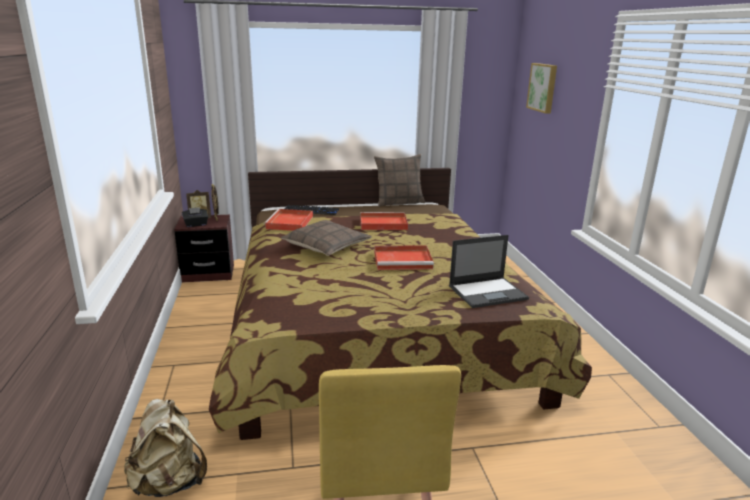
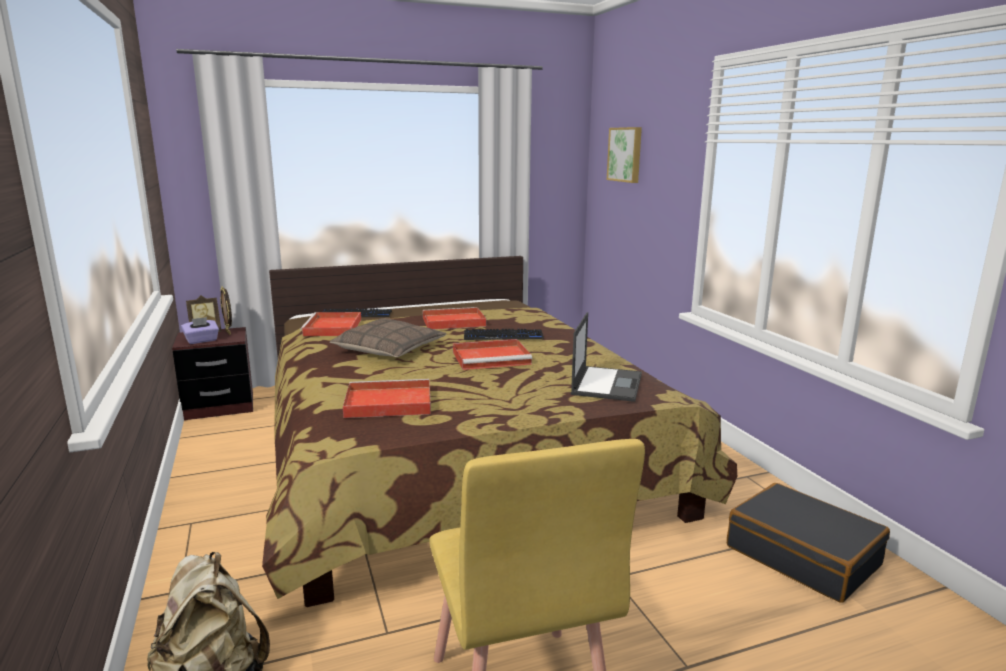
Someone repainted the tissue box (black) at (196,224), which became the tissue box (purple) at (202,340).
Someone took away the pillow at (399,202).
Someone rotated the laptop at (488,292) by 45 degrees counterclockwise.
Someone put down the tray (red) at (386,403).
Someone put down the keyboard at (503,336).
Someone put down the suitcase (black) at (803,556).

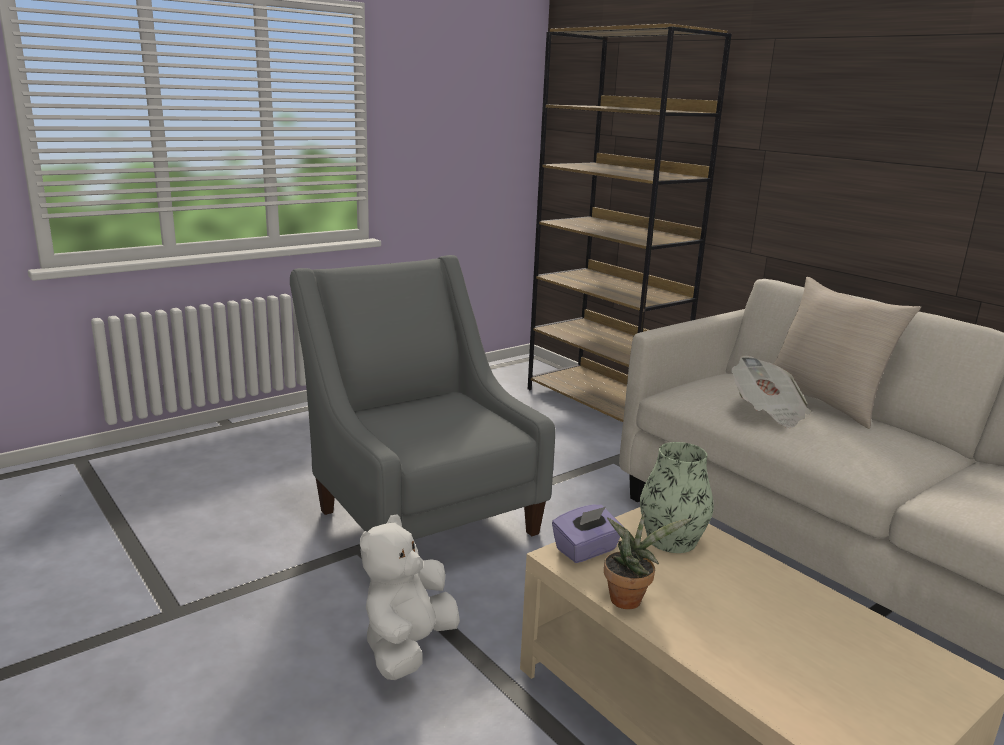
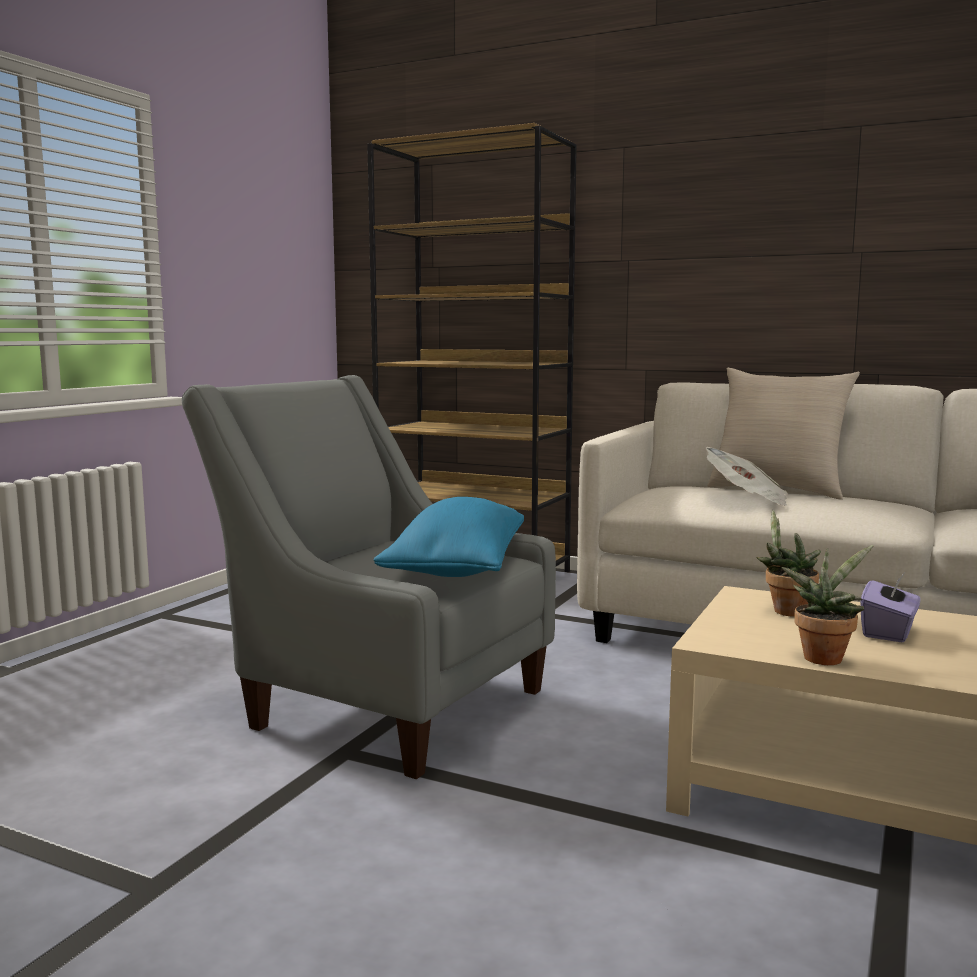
Someone took away the plush toy (white) at (408,647).
Someone carried the tissue box (purple) from (586,550) to (888,632).
Someone swapped the vase at (671,539) for the potted plant at (785,610).
Someone put down the pillow (blue) at (457,569).

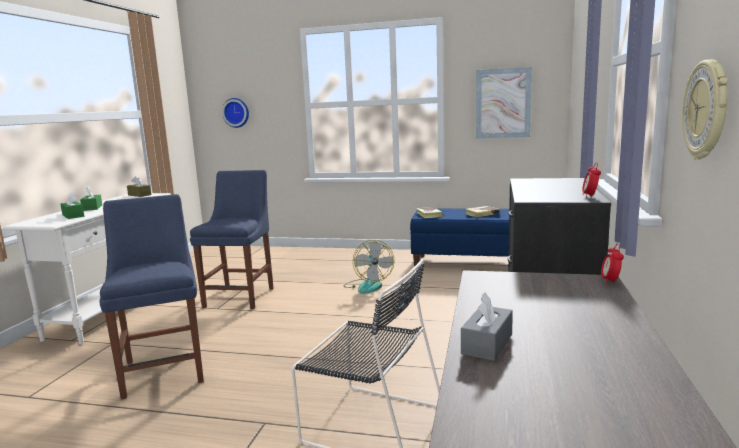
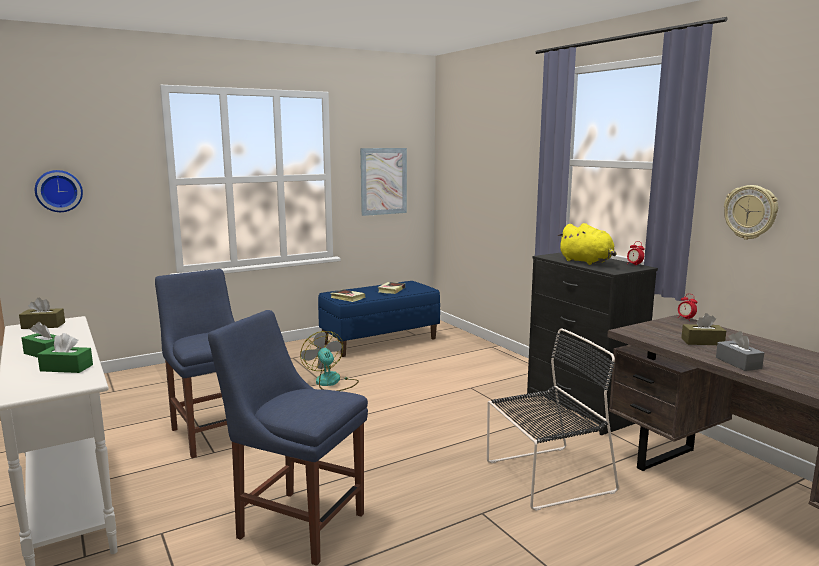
Someone rotated the fan at (368,286) by 150 degrees counterclockwise.
Someone put down the plush toy (yellow) at (587,262).
Someone put down the tissue box (brown) at (702,342).

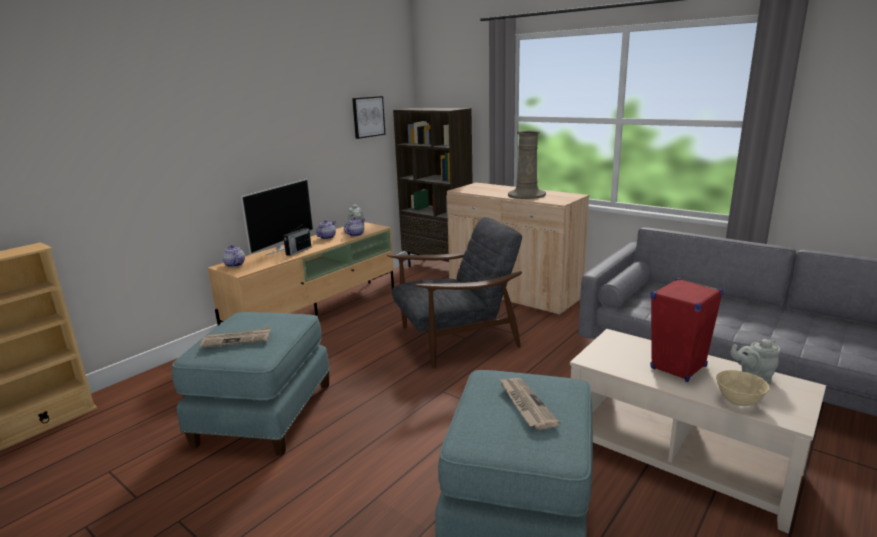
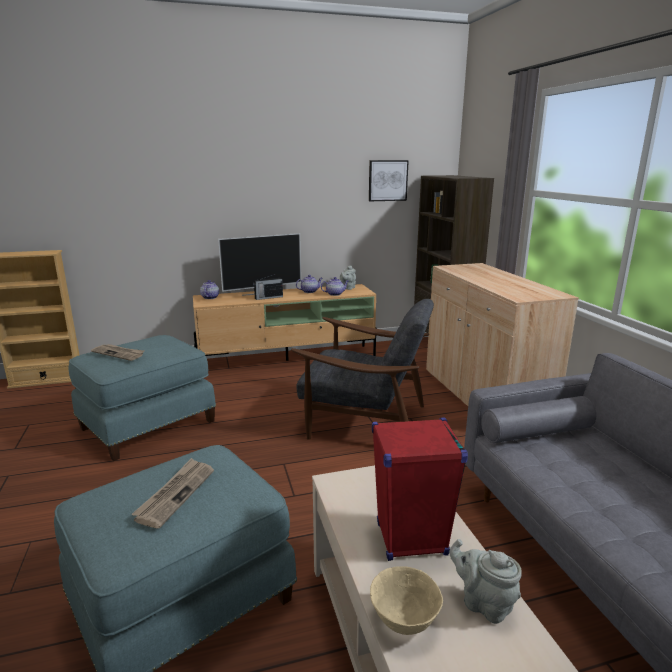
Someone took away the vase (beige) at (526,195).

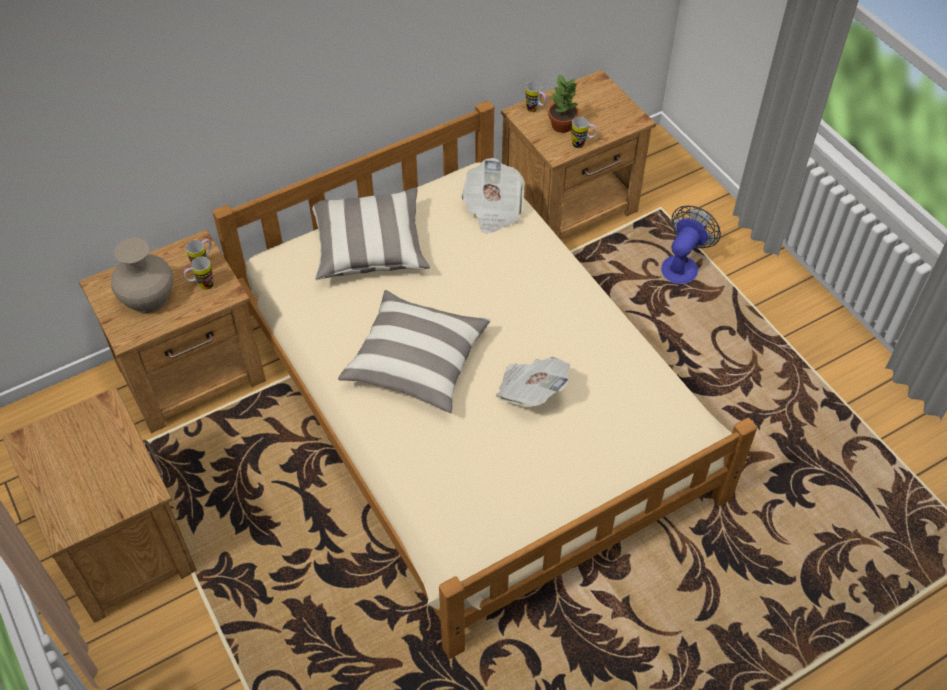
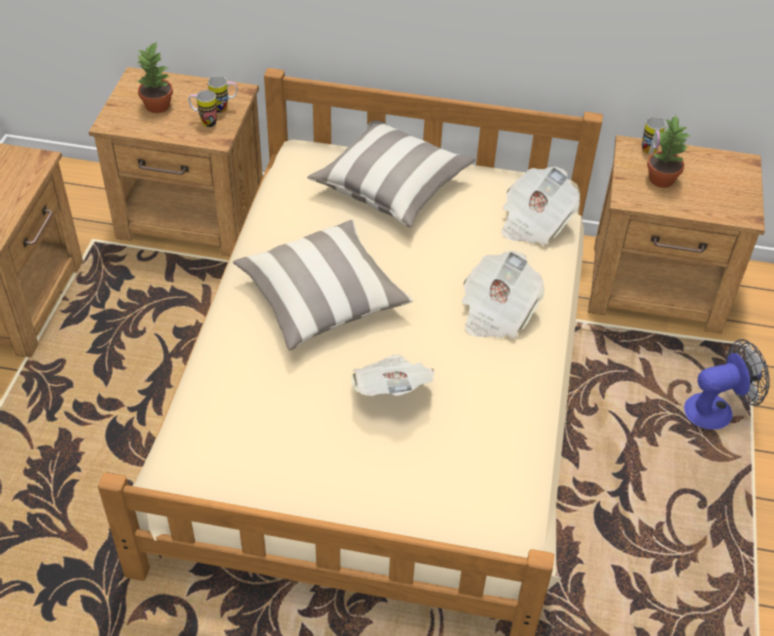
Someone swapped the vase (beige) at (148,297) for the potted plant at (158,106).
Someone took away the mug at (582,144).
Someone put down the newspaper at (496,312).

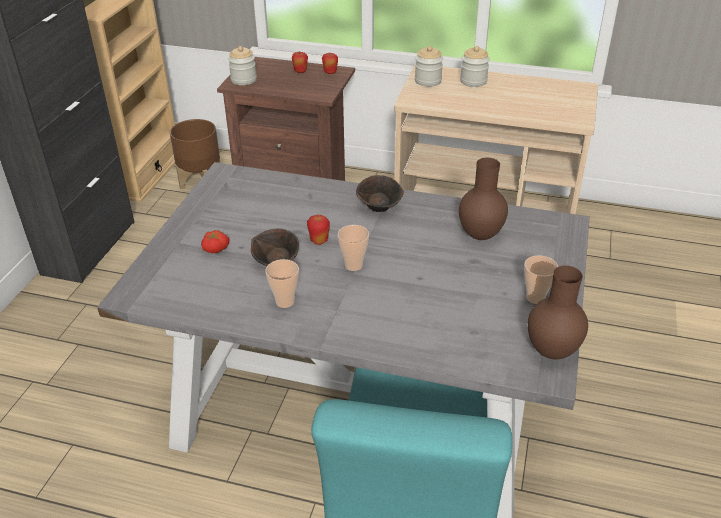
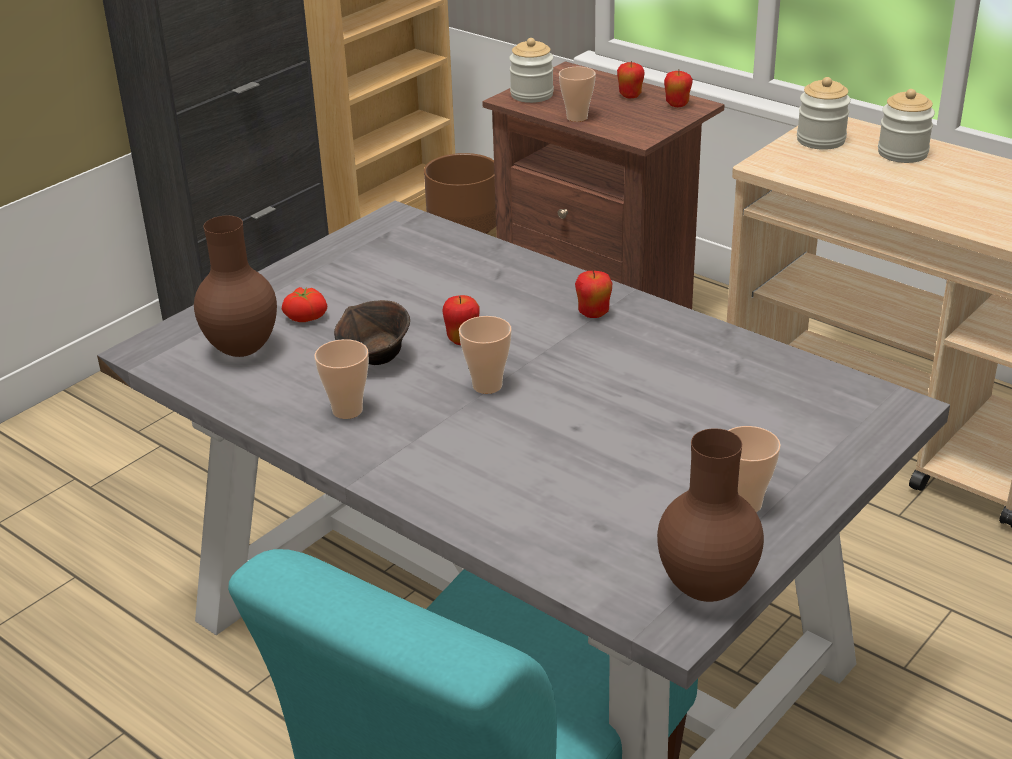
Someone swapped the bowl (brown) at (380,208) for the apple at (593,314).
Someone carried the vase (brown) from (481,235) to (244,350).
Someone put down the cup at (577,117).

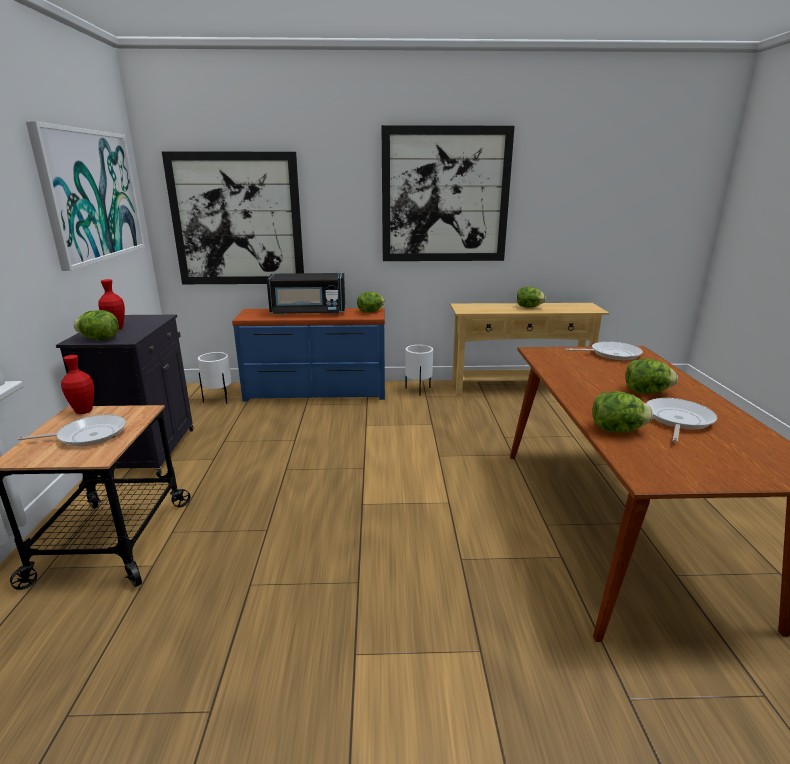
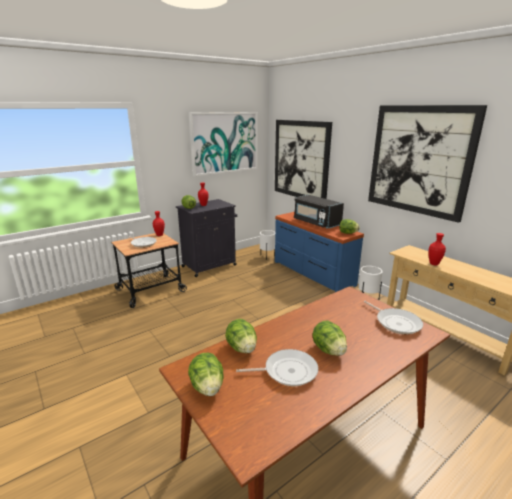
Someone carried the lettuce from (529,307) to (207,387).
Someone put down the vase (red) at (434,264).

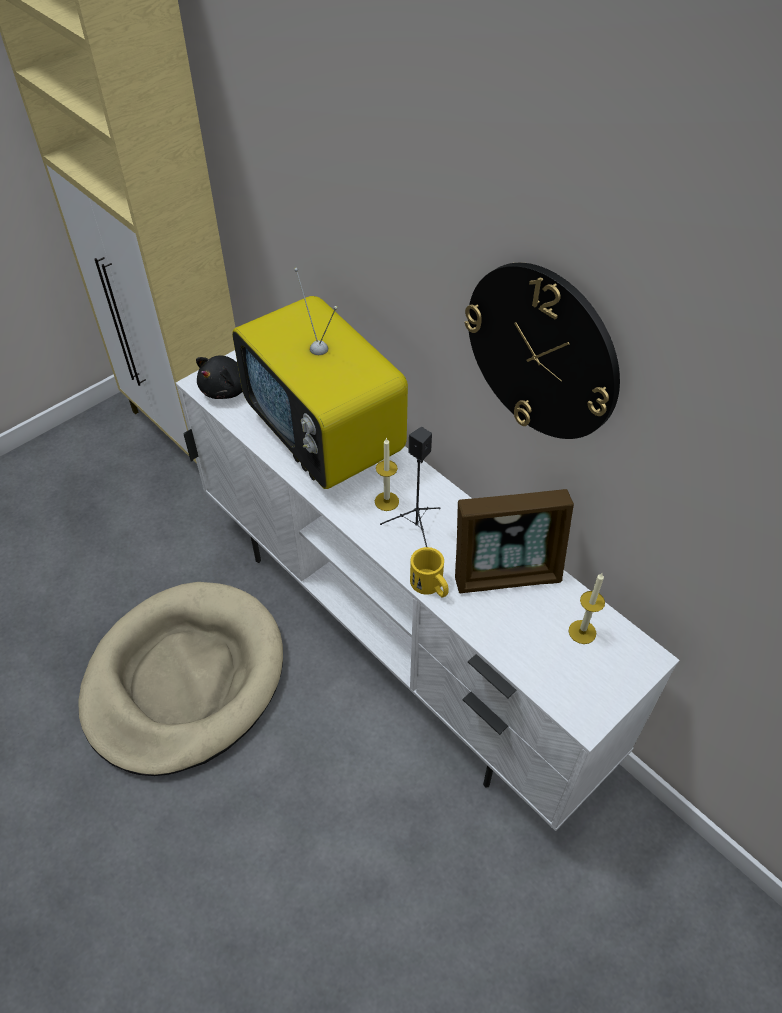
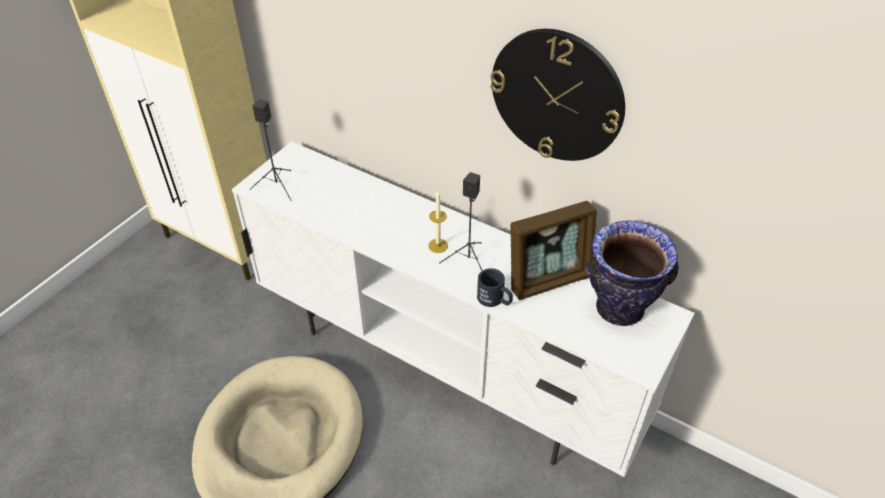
Someone swapped the plush toy (black) at (227,389) for the speaker (black) at (277,186).
Someone took away the television at (326,440).
Someone repainted the mug (yellow) at (430,586), which became the mug (black) at (495,300).
Someone swapped the candle at (582,632) for the vase at (619,308).

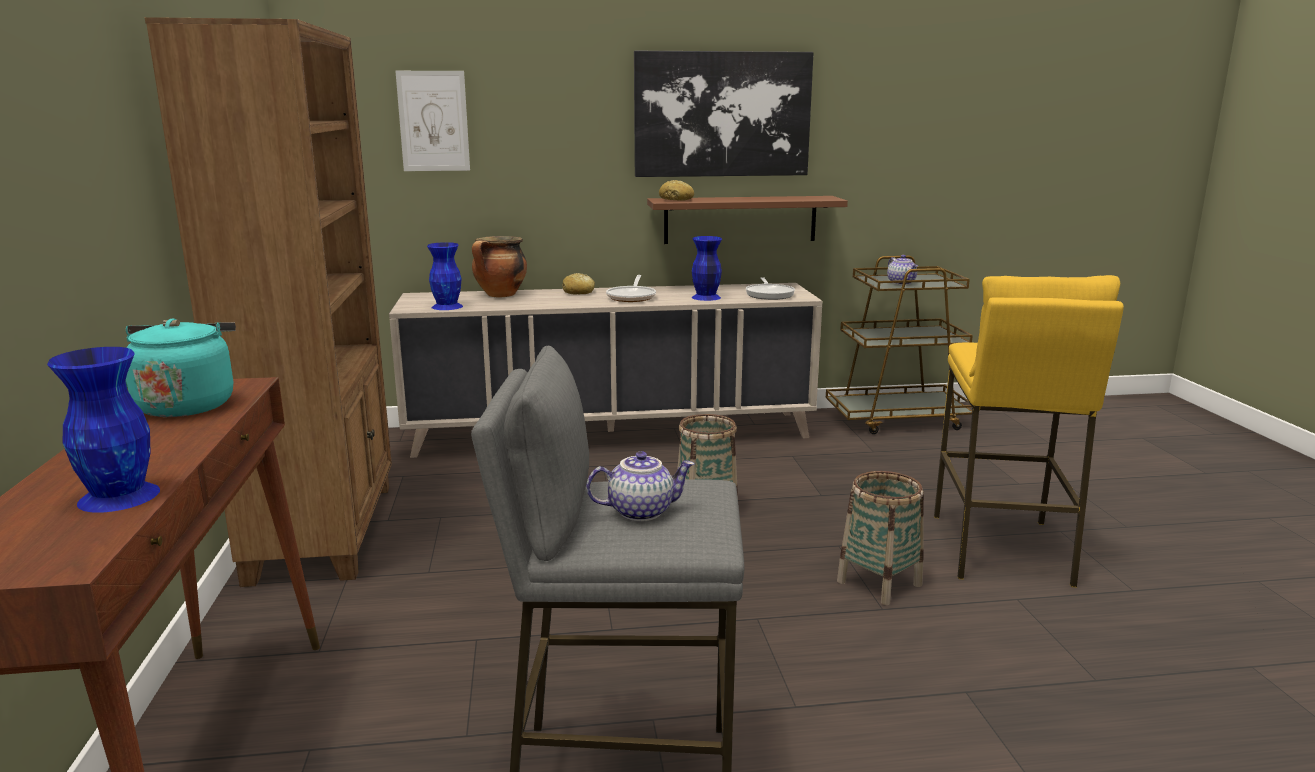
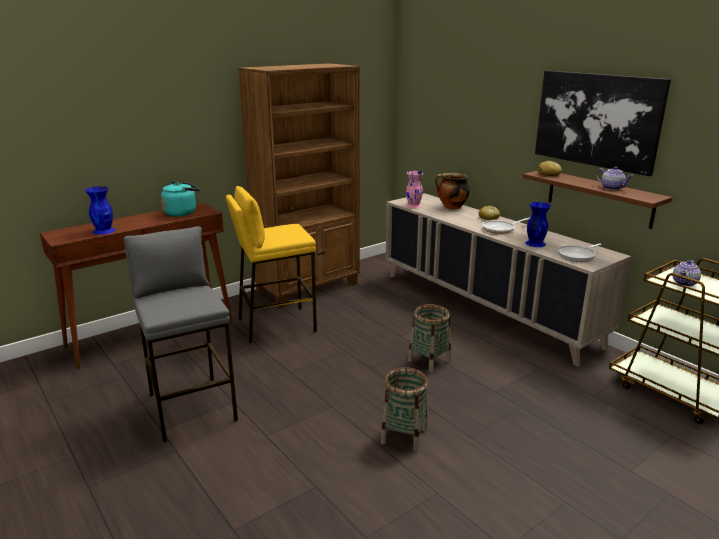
Someone took away the picture at (433,121).
Someone repainted the vase (blue) at (447,306), which became the vase (pink) at (414,205).
Someone carried the teapot from (641,511) to (612,188).
Someone carried the stool (yellow) from (1000,549) to (276,325).

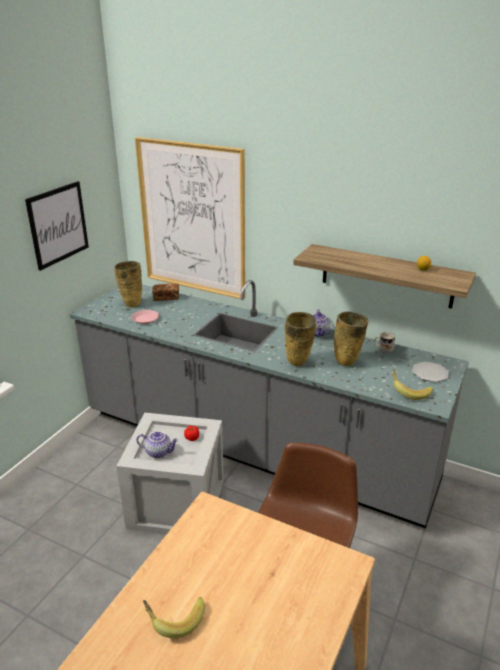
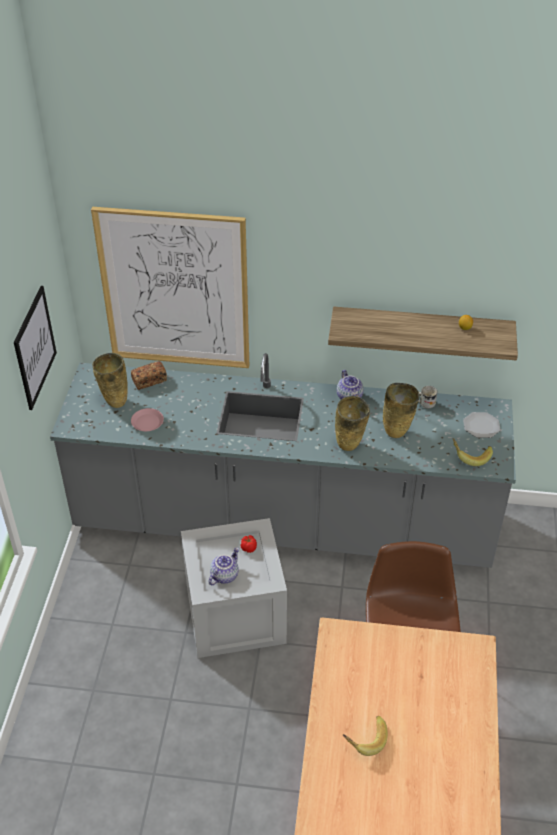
Someone rotated the teapot at (159,452) by 45 degrees counterclockwise.

